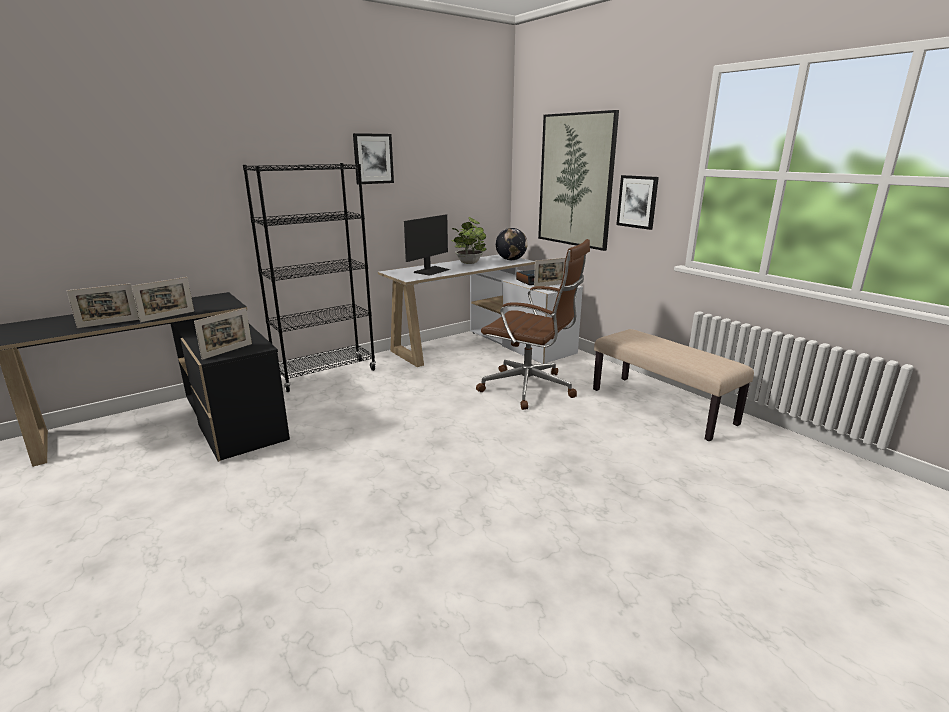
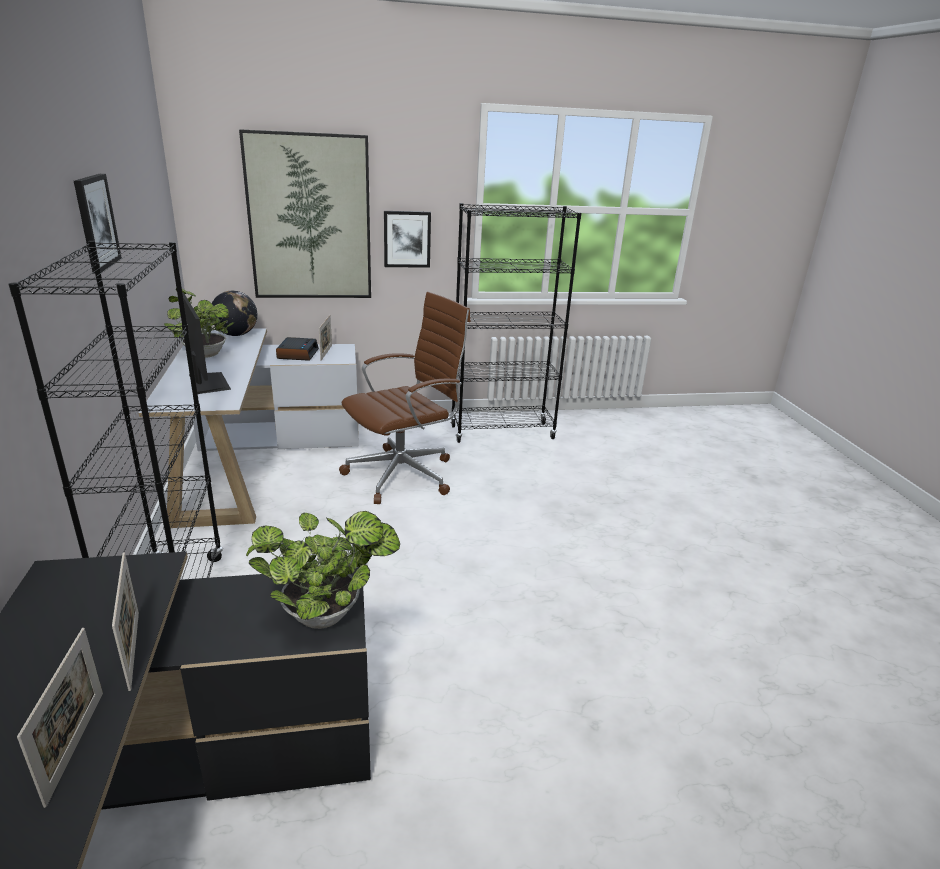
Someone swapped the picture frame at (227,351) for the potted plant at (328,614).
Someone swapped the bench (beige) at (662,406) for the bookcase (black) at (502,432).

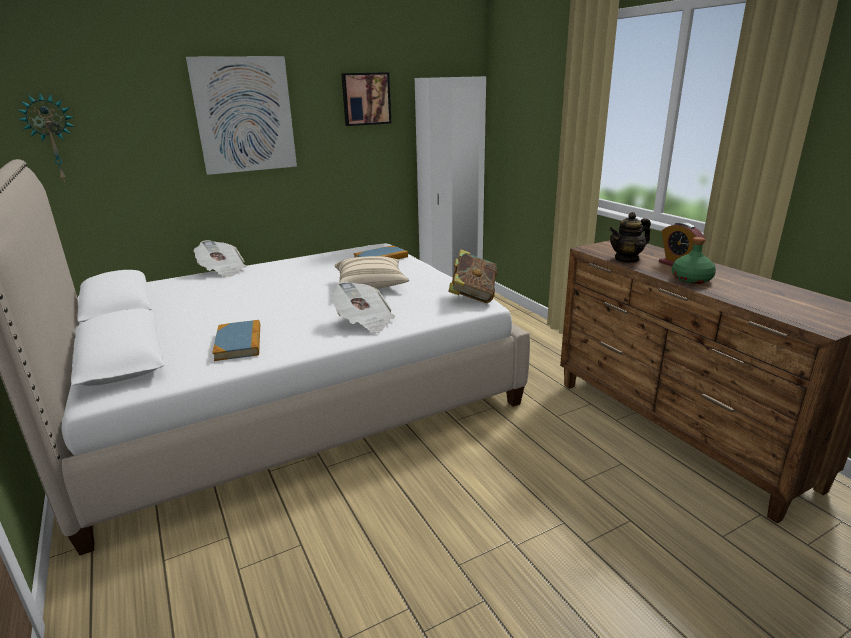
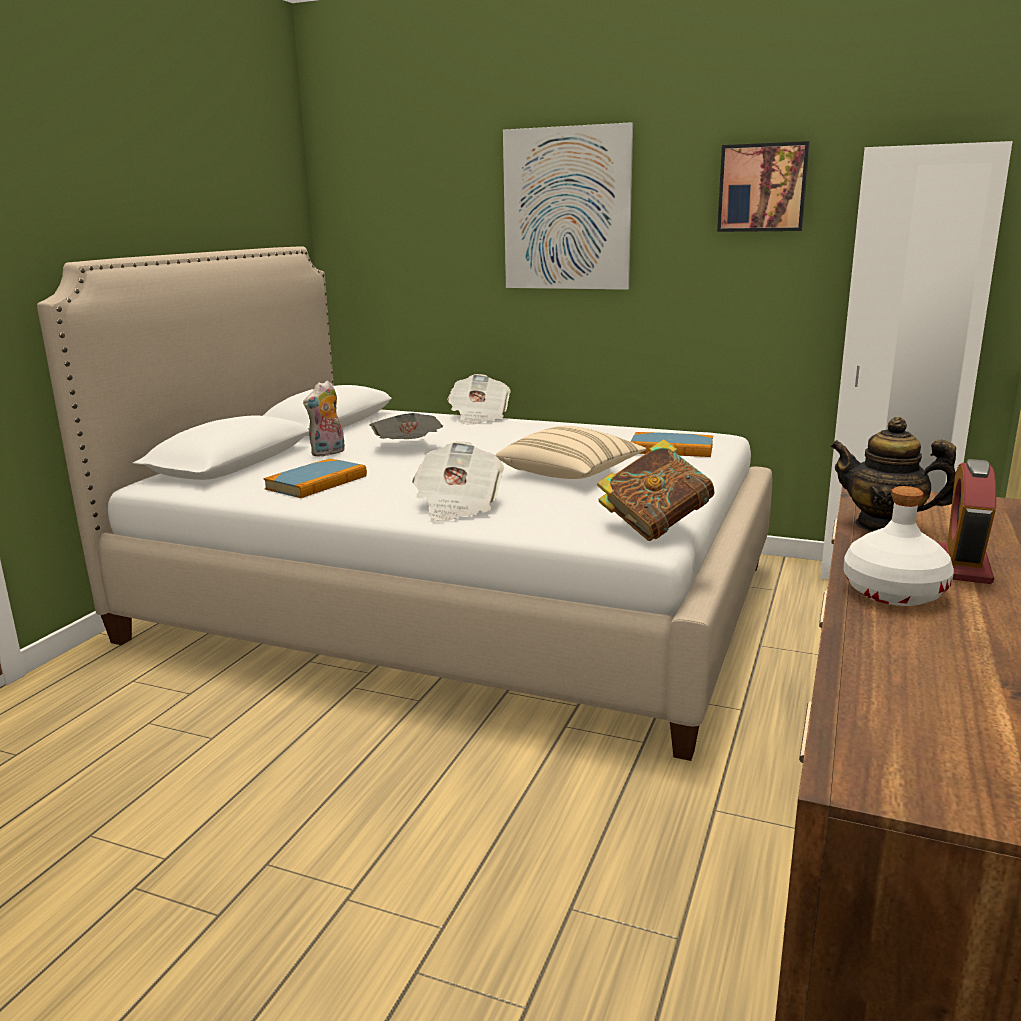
Someone took away the wall clock at (52,138).
Someone repainted the bottle (green) at (691,279), which became the bottle (white) at (892,591).
Someone put down the plush toy at (328,453).
Someone put down the newspaper at (408,447).

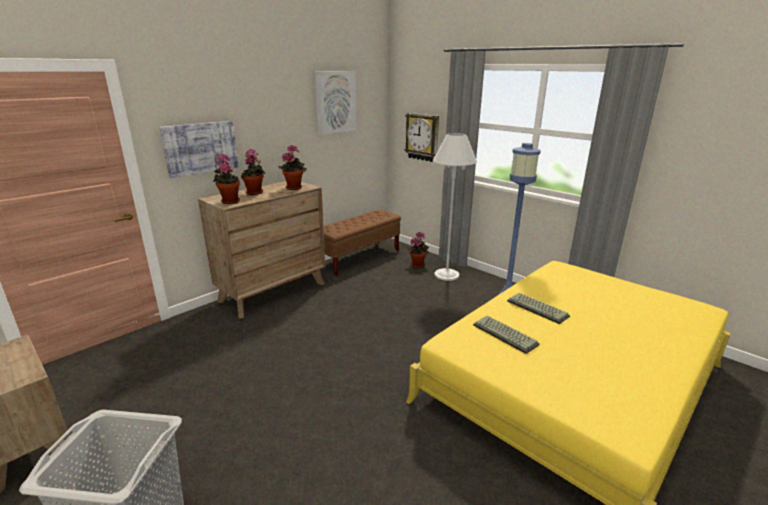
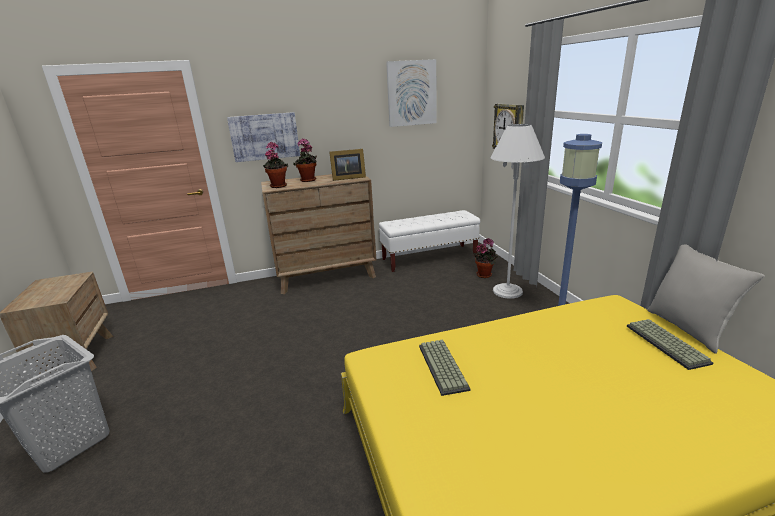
Someone swapped the potted plant at (294,187) for the picture frame at (347,178).
Someone repainted the bench (brown) at (358,258), which became the bench (white) at (429,258).
Someone carried the keyboard from (538,308) to (668,344).
Someone put down the pillow (grey) at (688,328).

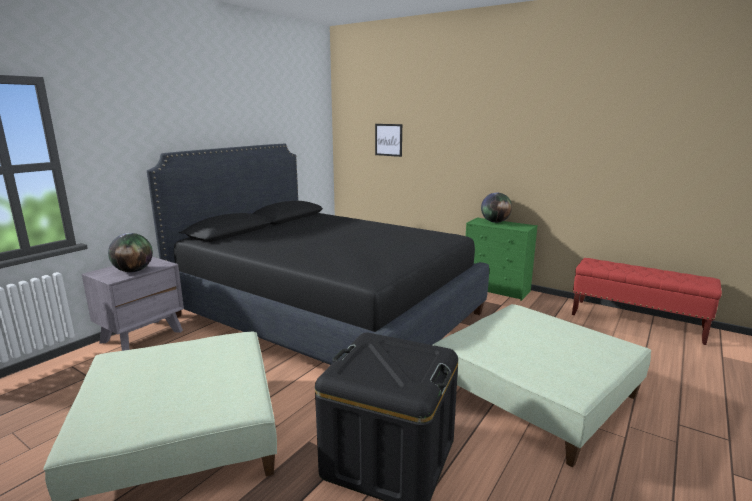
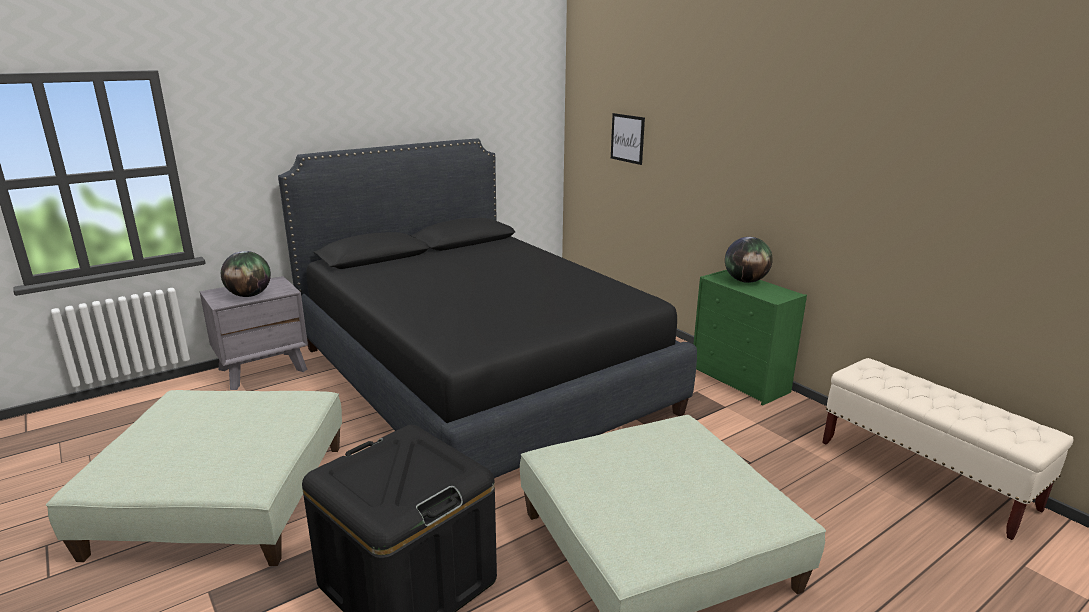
Someone repainted the bench (red) at (637,321), which became the bench (beige) at (925,475).

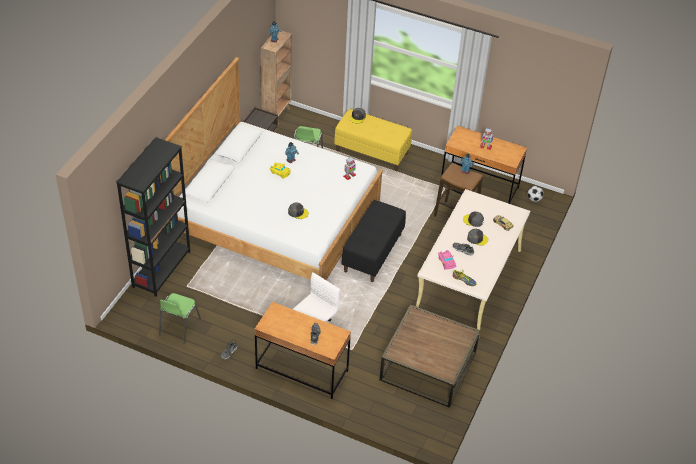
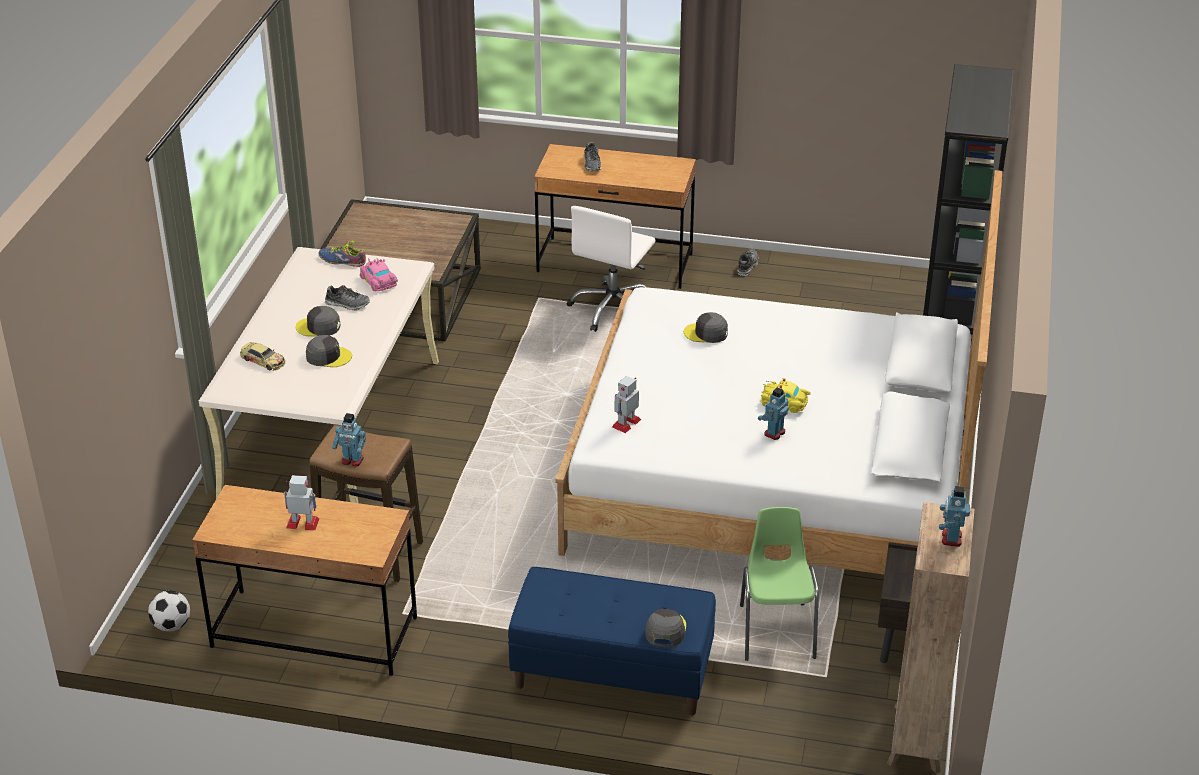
Someone took away the chair (green) at (179,327).
Someone repainted the bench (yellow) at (372,152), which became the bench (blue) at (611,674).
Someone took away the bench (black) at (372,252).

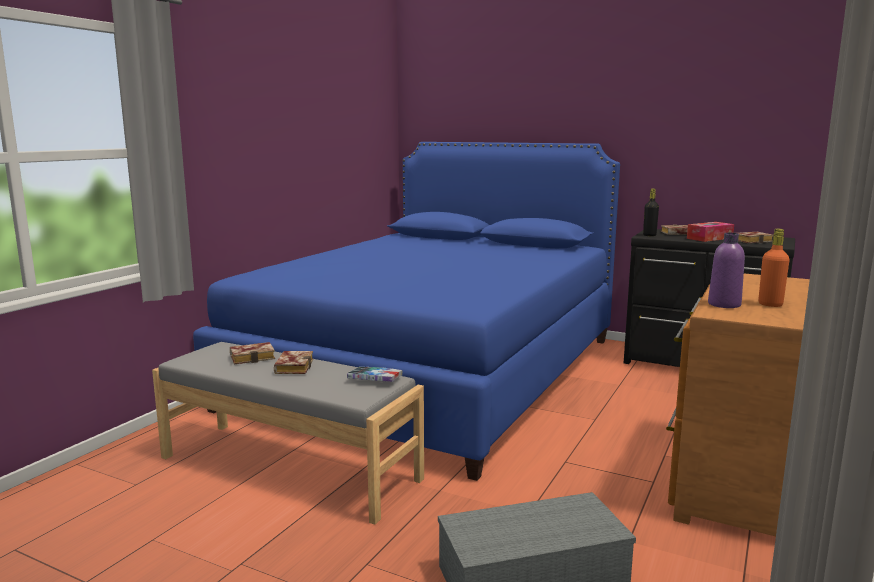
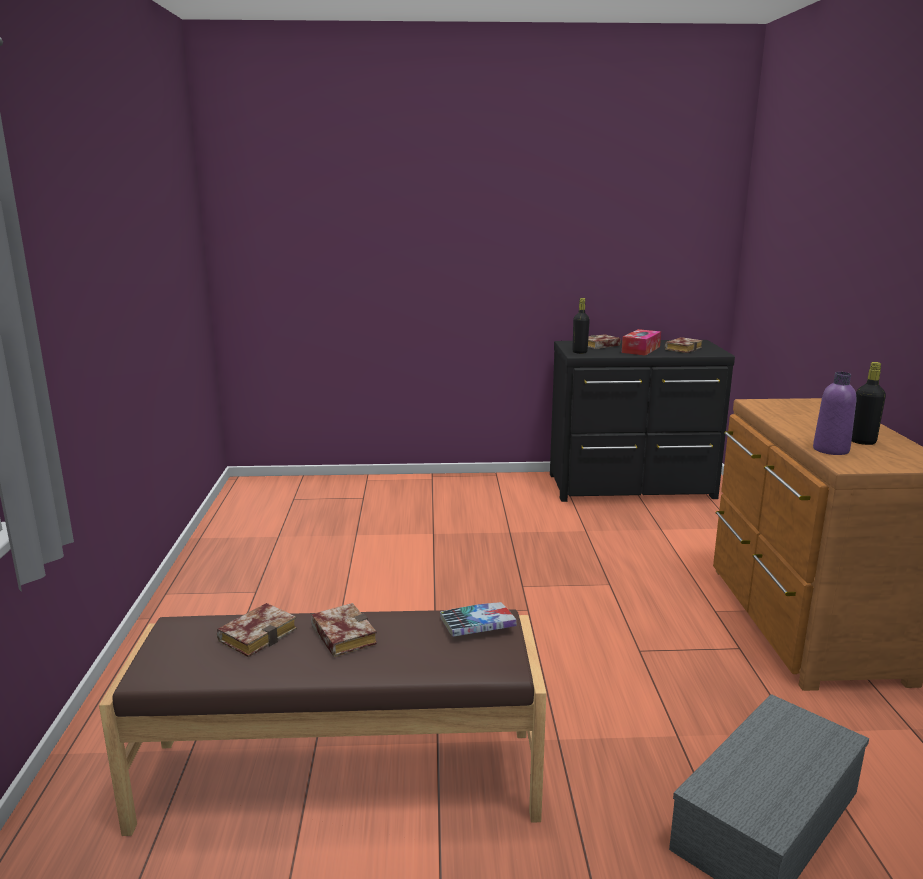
Someone repainted the bench (grey) at (289,467), which became the bench (brown) at (341,776).
Someone took away the bed (blue) at (433,371).
Someone repainted the bottle (orange) at (770,304), which became the bottle (black) at (862,442).

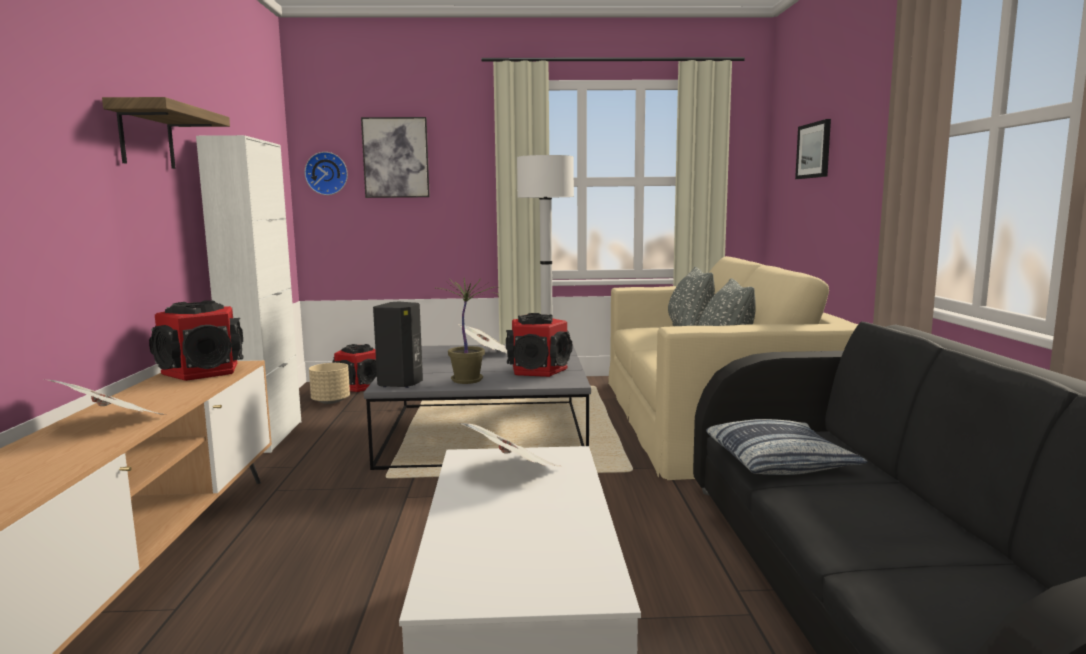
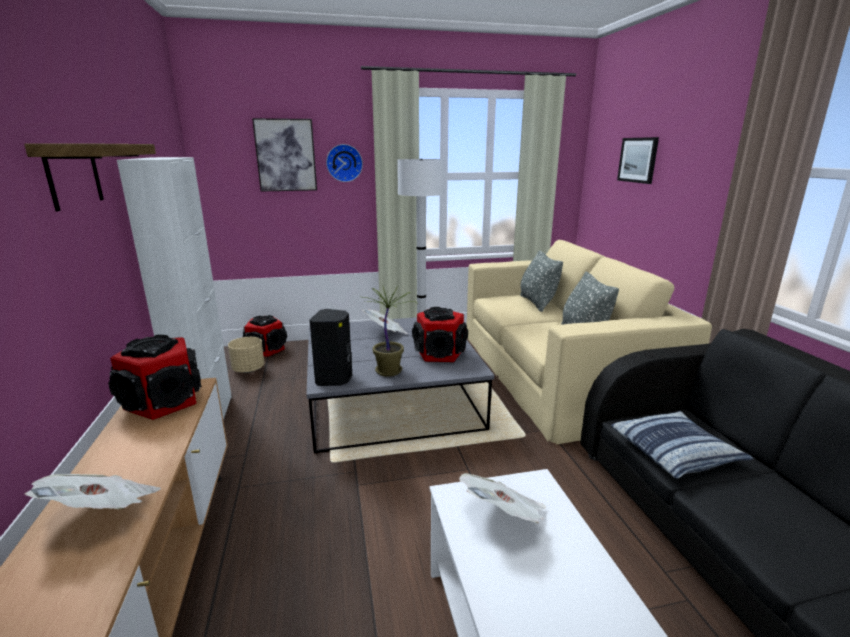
Someone carried the wall clock from (327,173) to (344,163).

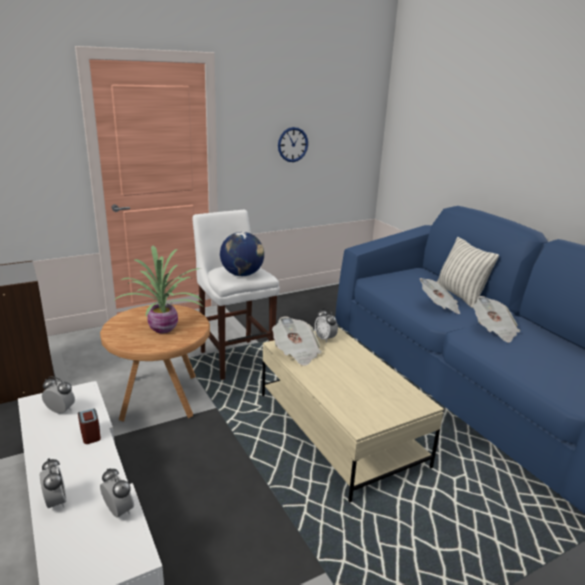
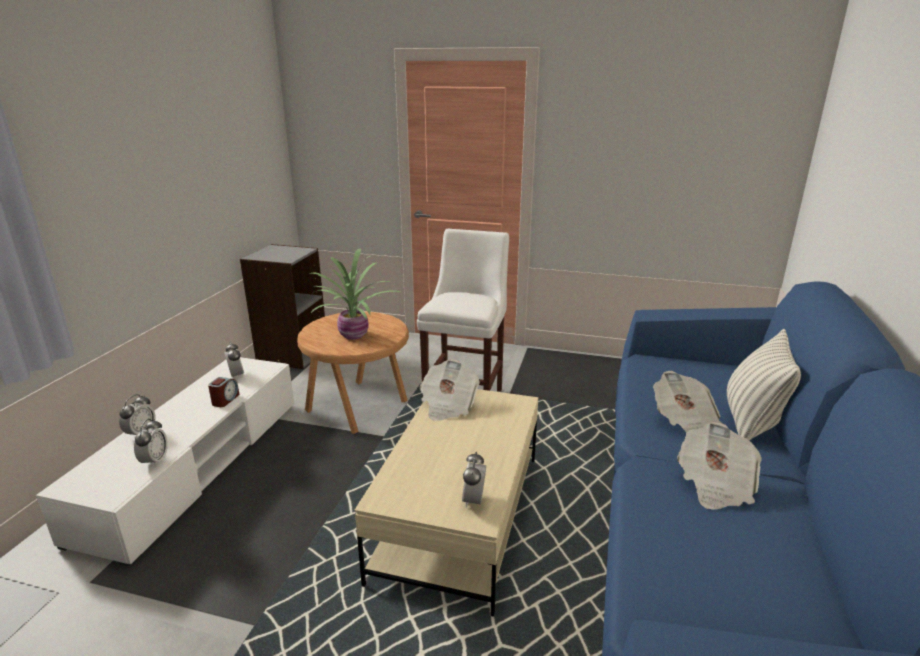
Someone took away the globe at (242,274).
Someone took away the wall clock at (292,144).
Someone carried the alarm clock from (325,338) to (474,500).

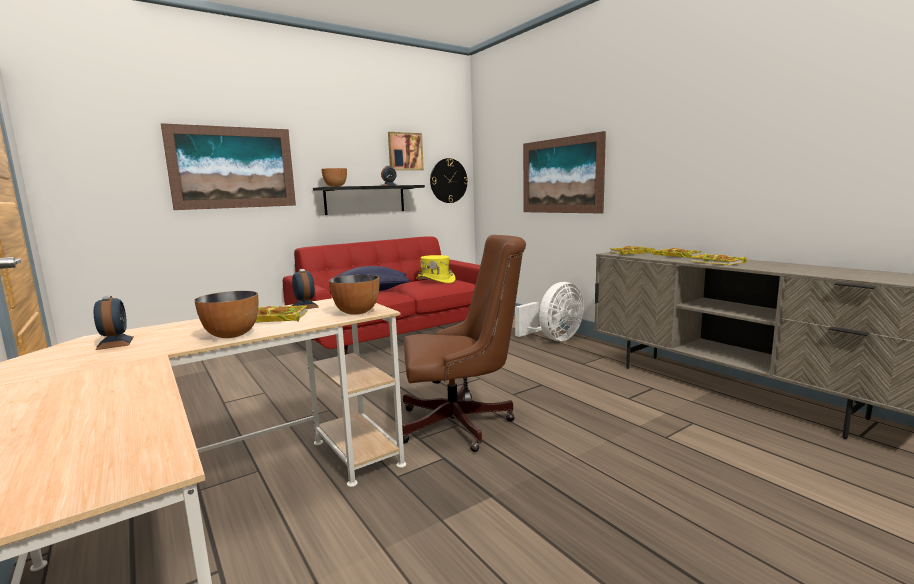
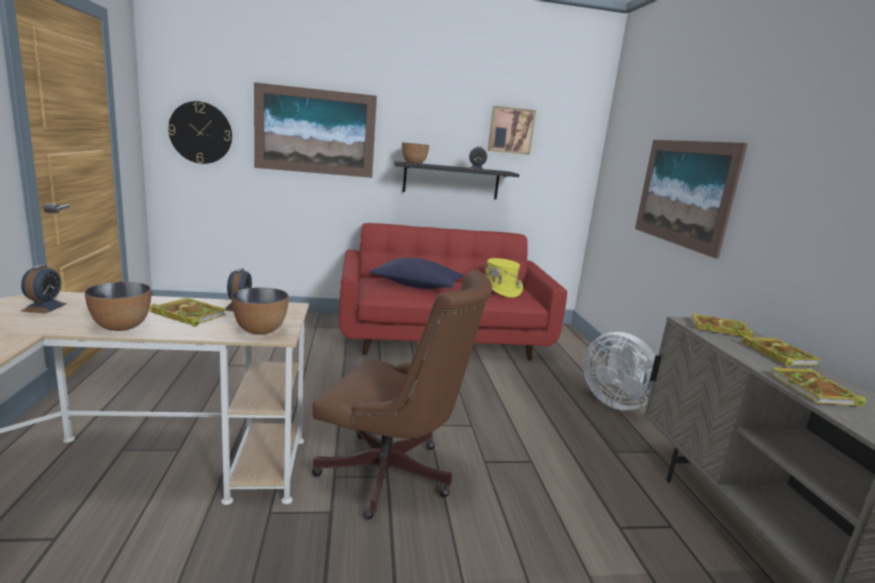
Someone carried the wall clock from (448,180) to (201,133).
Someone rotated the fan (white) at (554,339) by 60 degrees clockwise.

